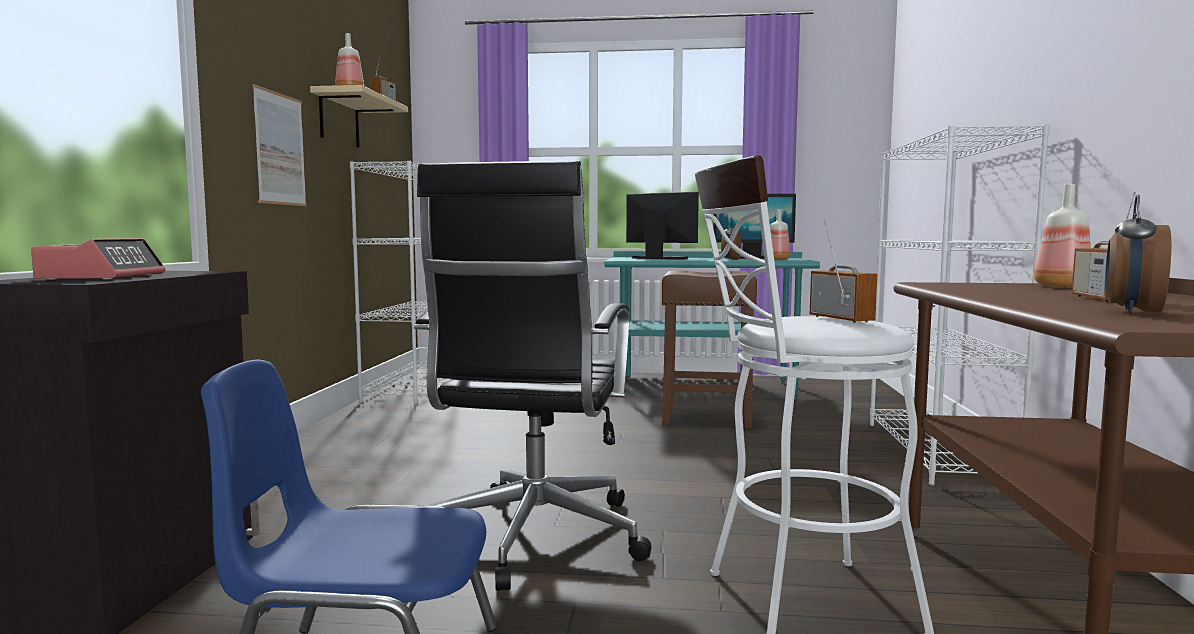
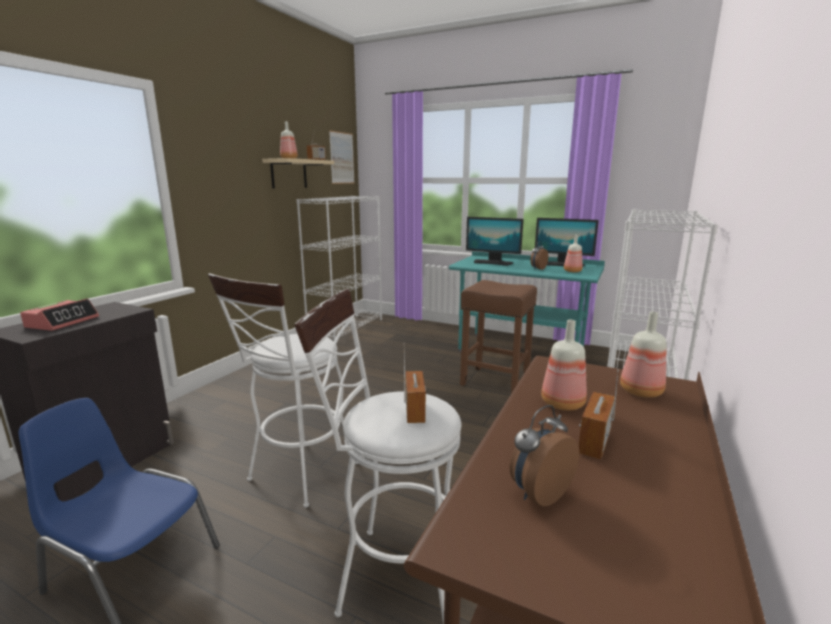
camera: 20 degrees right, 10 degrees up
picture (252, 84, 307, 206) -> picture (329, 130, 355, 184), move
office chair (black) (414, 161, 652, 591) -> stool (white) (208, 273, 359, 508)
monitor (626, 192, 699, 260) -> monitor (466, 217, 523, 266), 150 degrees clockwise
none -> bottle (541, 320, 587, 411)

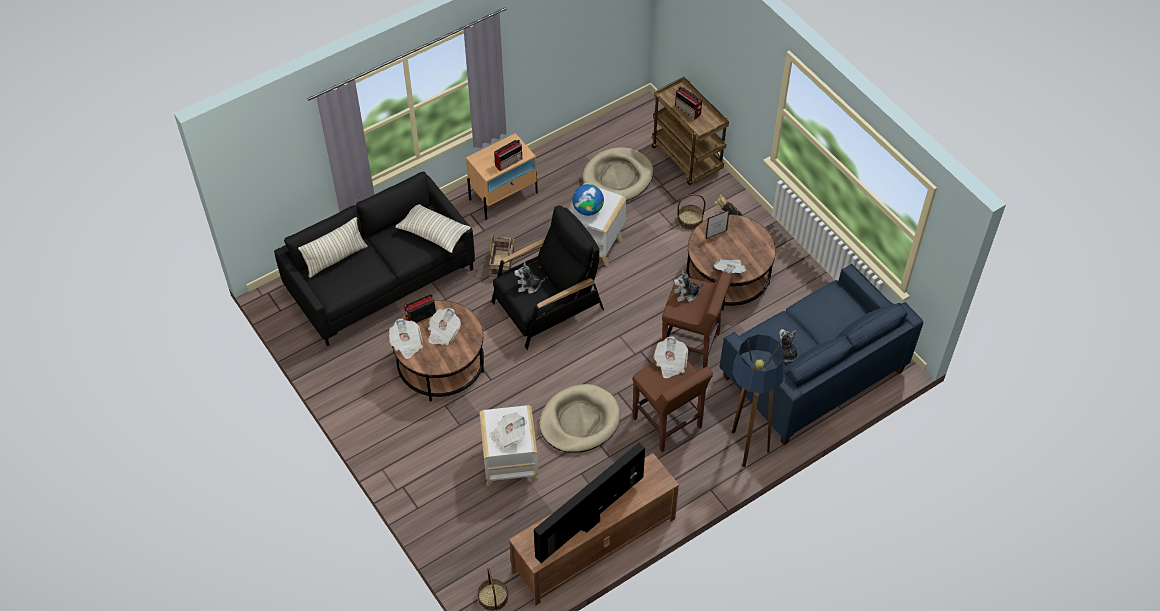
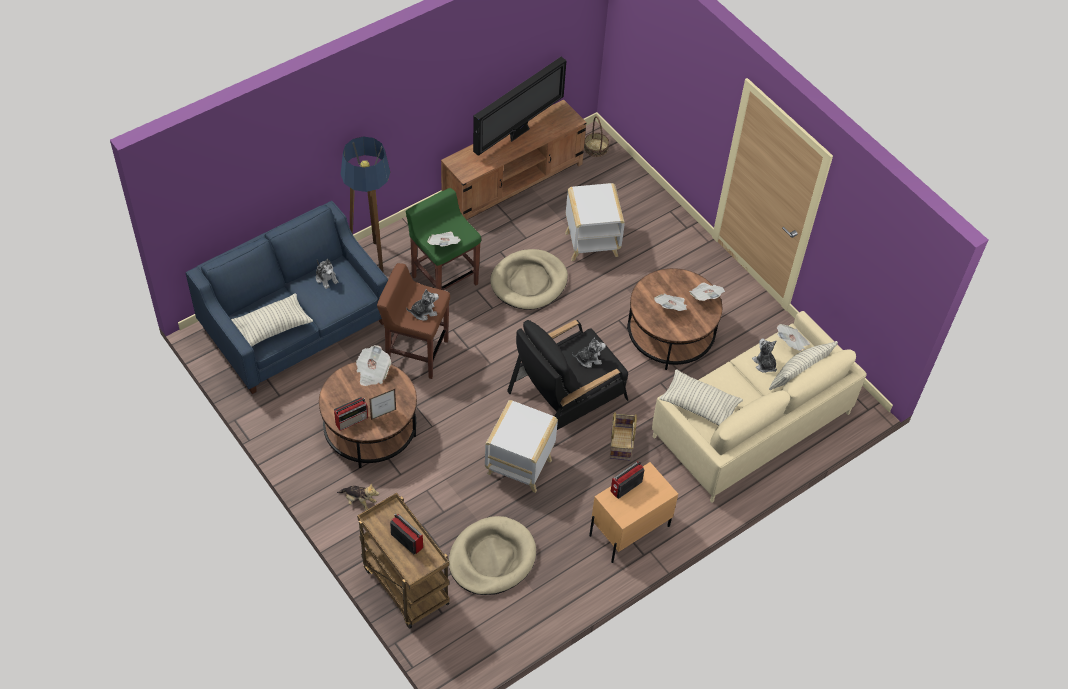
camera: 175 degrees right, 0 degrees up
sofa (black) (274, 172, 475, 346) -> sofa (beige) (652, 311, 867, 503)
radio (404, 293, 436, 323) -> radio (334, 397, 368, 431), move
newspaper (489, 412, 527, 449) -> newspaper (777, 324, 810, 351), move
globe (572, 184, 604, 216) -> none
stool (brown) (633, 360, 713, 452) -> stool (green) (406, 188, 481, 290)
basket (678, 194, 705, 230) -> none
none -> pillow (231, 293, 313, 347)
none -> plush toy (752, 338, 777, 373)

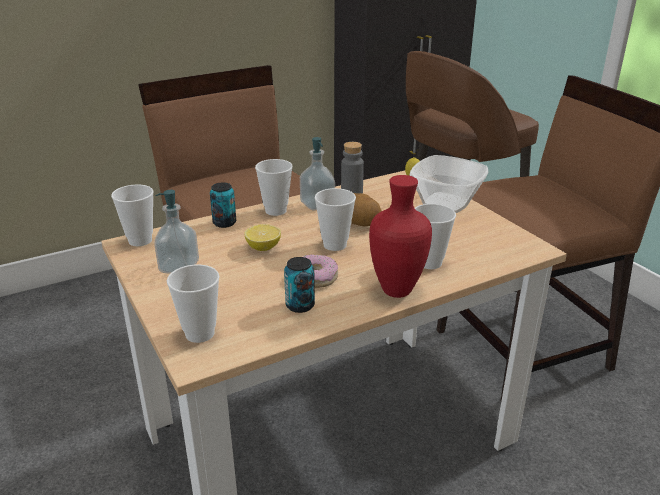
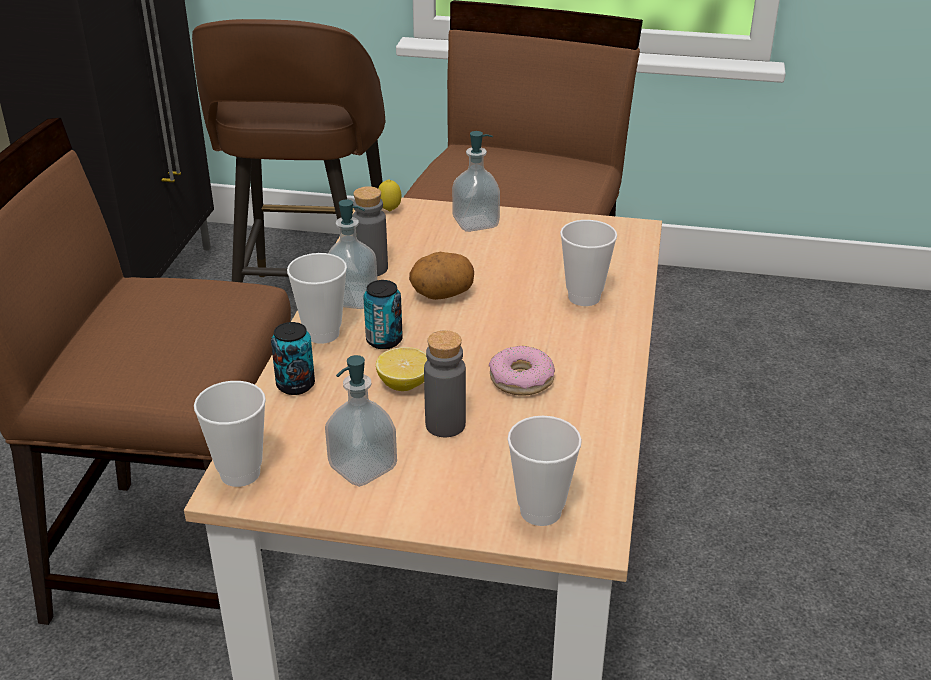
camera: 50 degrees left, 5 degrees up
can (284, 257, 315, 313) -> can (363, 280, 403, 349), move
cup (315, 188, 356, 251) -> none
vase (red) (369, 175, 432, 298) -> none
bowl (410, 155, 488, 213) -> soap dispenser (452, 131, 500, 232)
none -> bottle (grey) (424, 330, 466, 437)

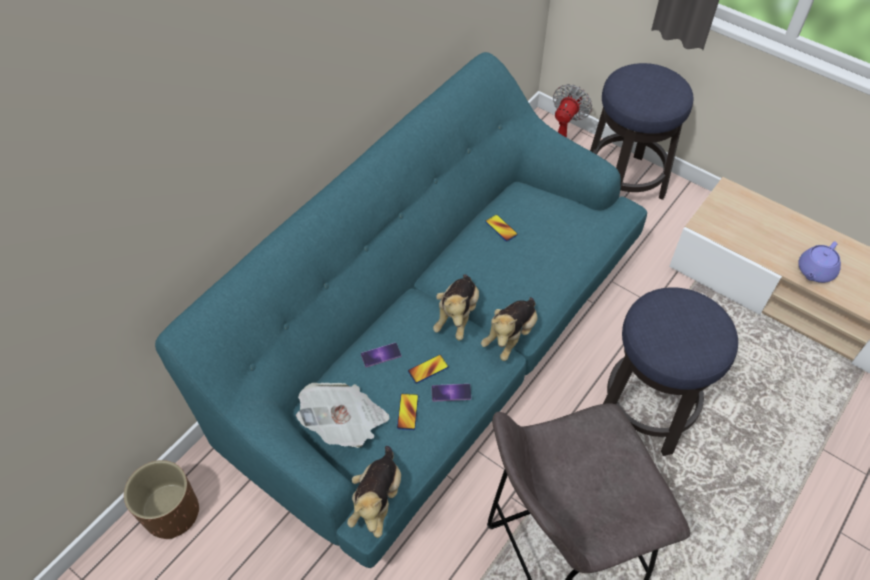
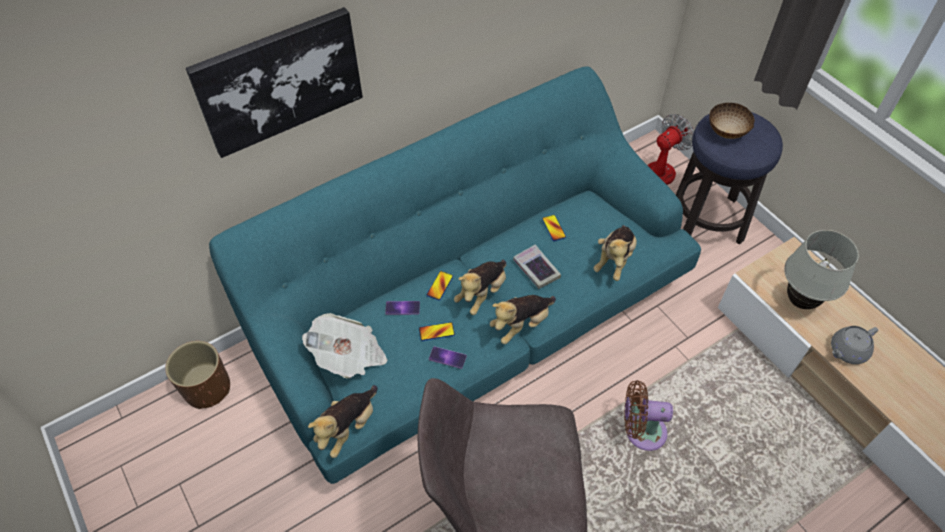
camera: 20 degrees right, 0 degrees up
phone (397, 393, 419, 430) -> phone (427, 271, 453, 300), move
stool (603, 287, 738, 456) -> fan (brown) (624, 380, 673, 451)
teapot (purple) (798, 241, 841, 283) -> teapot (grey) (831, 326, 878, 364)
none -> picture (186, 7, 363, 158)
none -> book (513, 245, 561, 289)
none -> plush toy (594, 225, 637, 281)
none -> bowl (709, 103, 755, 139)
none -> table lamp (white) (784, 230, 859, 309)

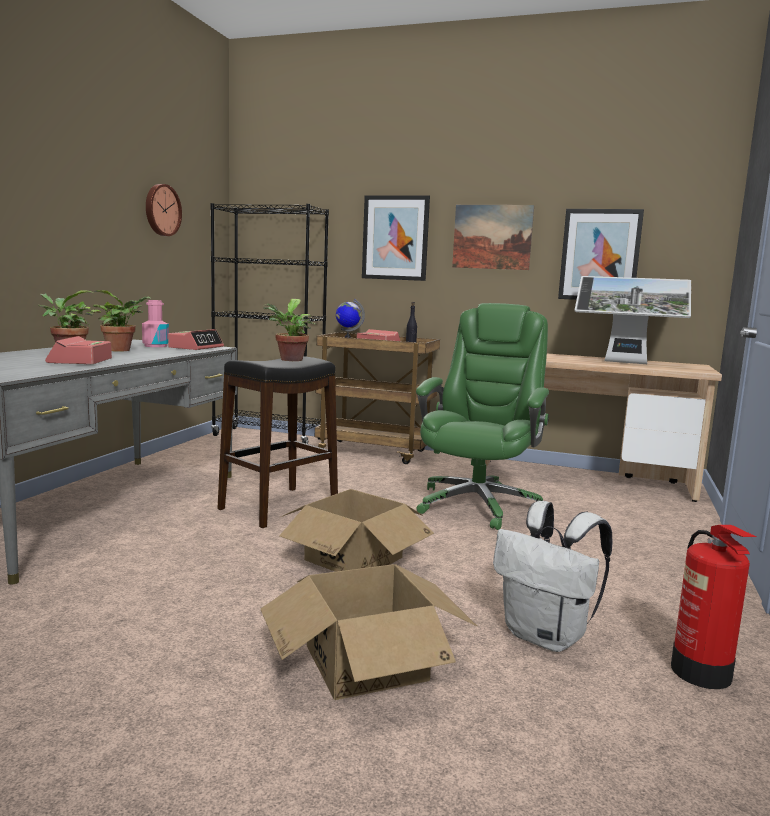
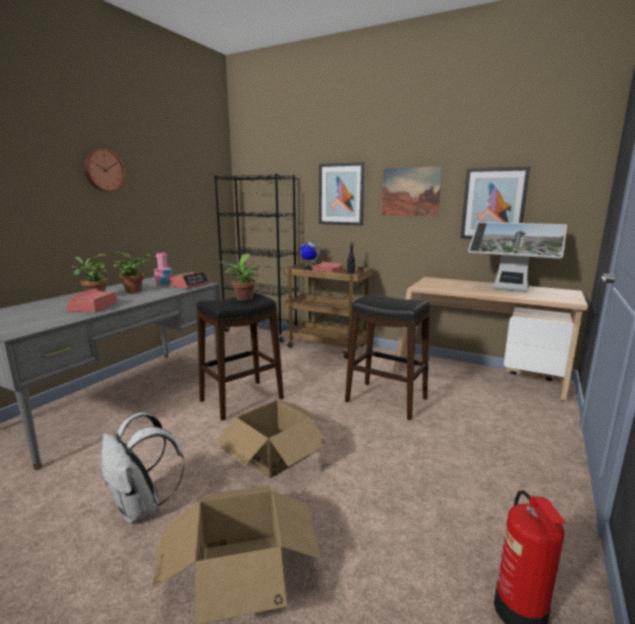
camera: 10 degrees right, 5 degrees up
wall clock (146, 184, 182, 236) -> wall clock (84, 148, 125, 192), move
office chair (green) (416, 303, 549, 530) -> stool (black) (345, 293, 430, 420)
backpack (white) (493, 501, 613, 652) -> backpack (white) (101, 412, 184, 524), move

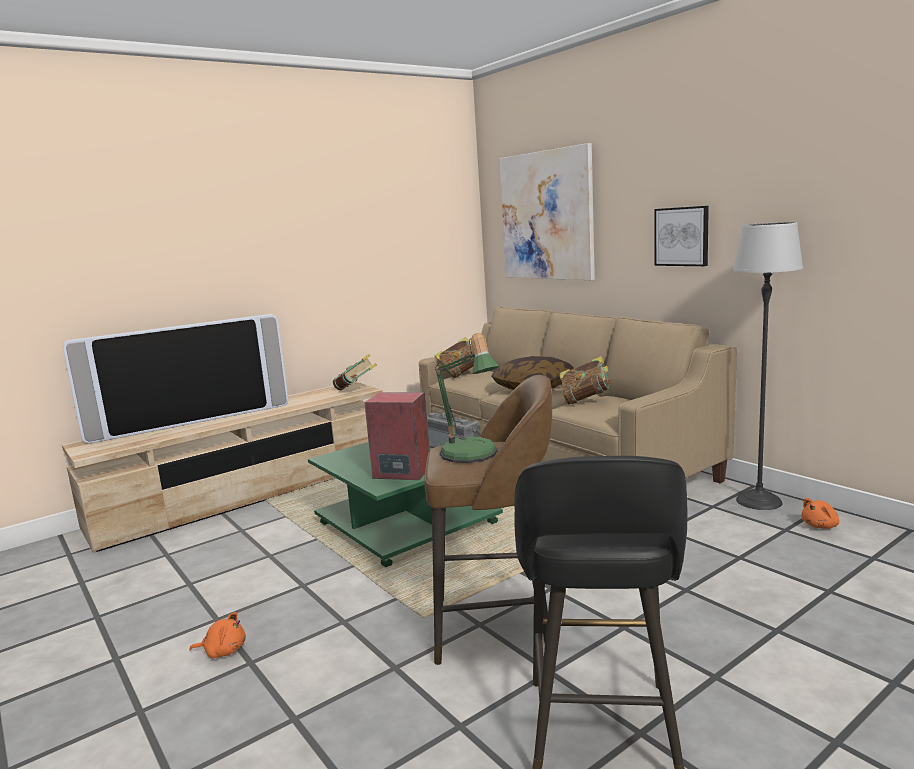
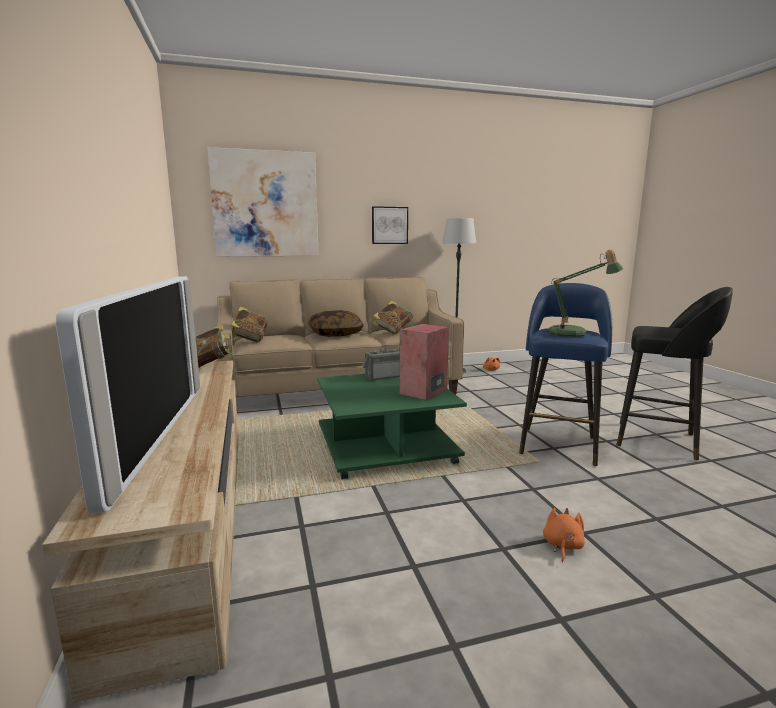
camera: 70 degrees left, 0 degrees up
stool (brown) (425, 375, 552, 665) -> stool (blue) (519, 283, 612, 466)

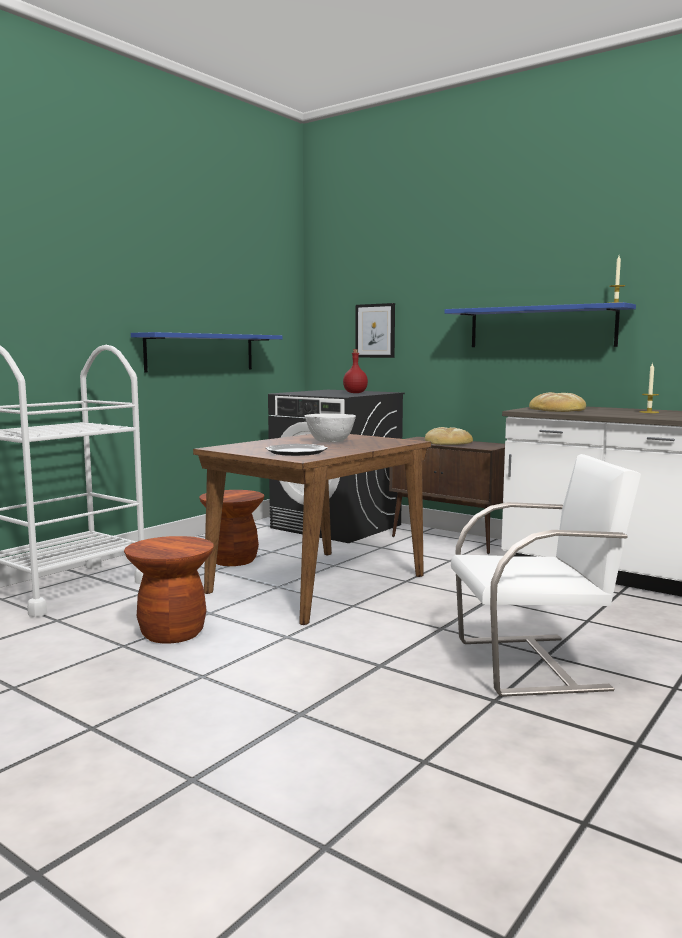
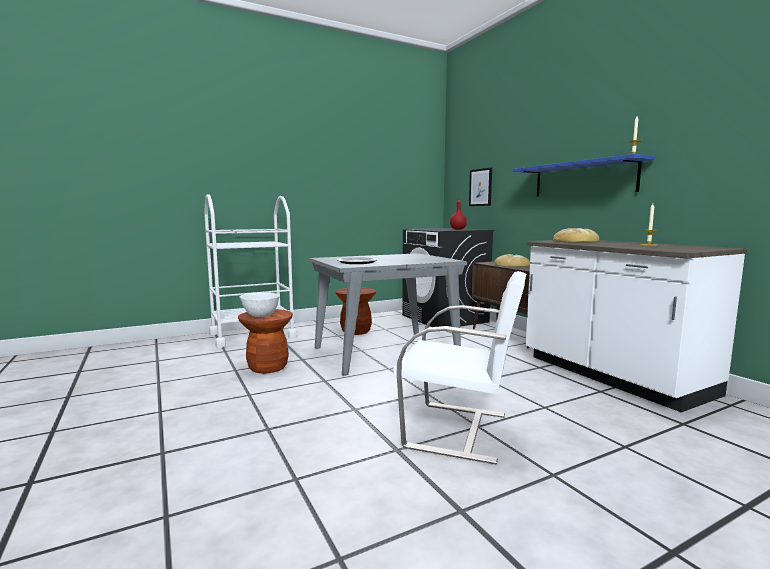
camera: 25 degrees right, 0 degrees up
shelf (blue) (131, 332, 282, 373) -> none
dining table (brown) (193, 434, 431, 625) -> dining table (grey) (309, 253, 467, 376)
bowl (white) (305, 414, 356, 443) -> bowl (white) (239, 293, 280, 317), move

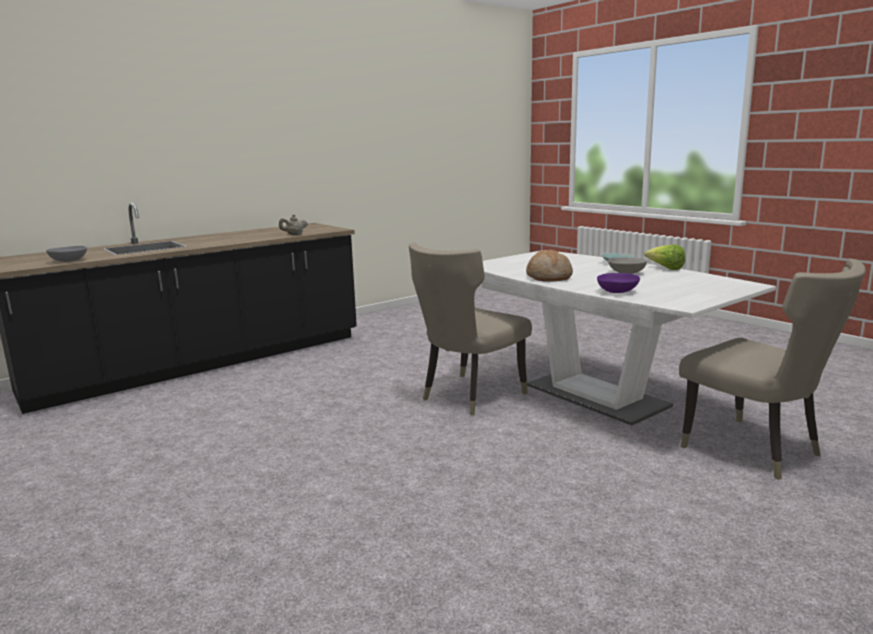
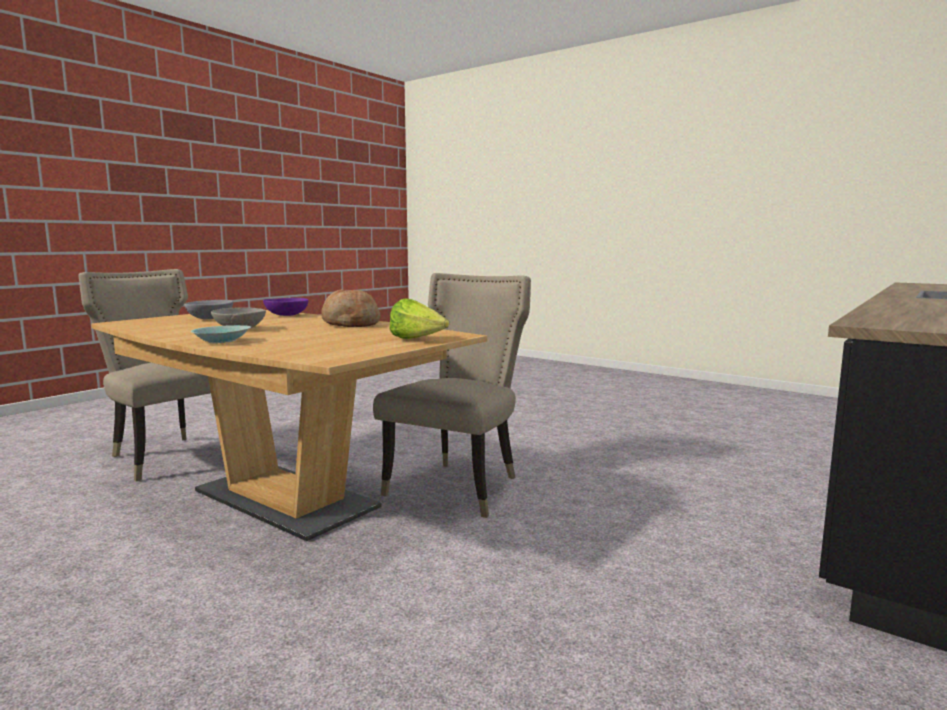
camera: 165 degrees right, 5 degrees down
bowl (grey) (46, 246, 87, 262) -> bowl (grey) (184, 300, 233, 319), move
teapot (beige) (279, 214, 308, 235) -> none
dining table (white) (482, 250, 776, 425) -> dining table (brown) (91, 310, 487, 541)
lettuce (644, 244, 685, 270) -> lettuce (389, 298, 449, 339), move

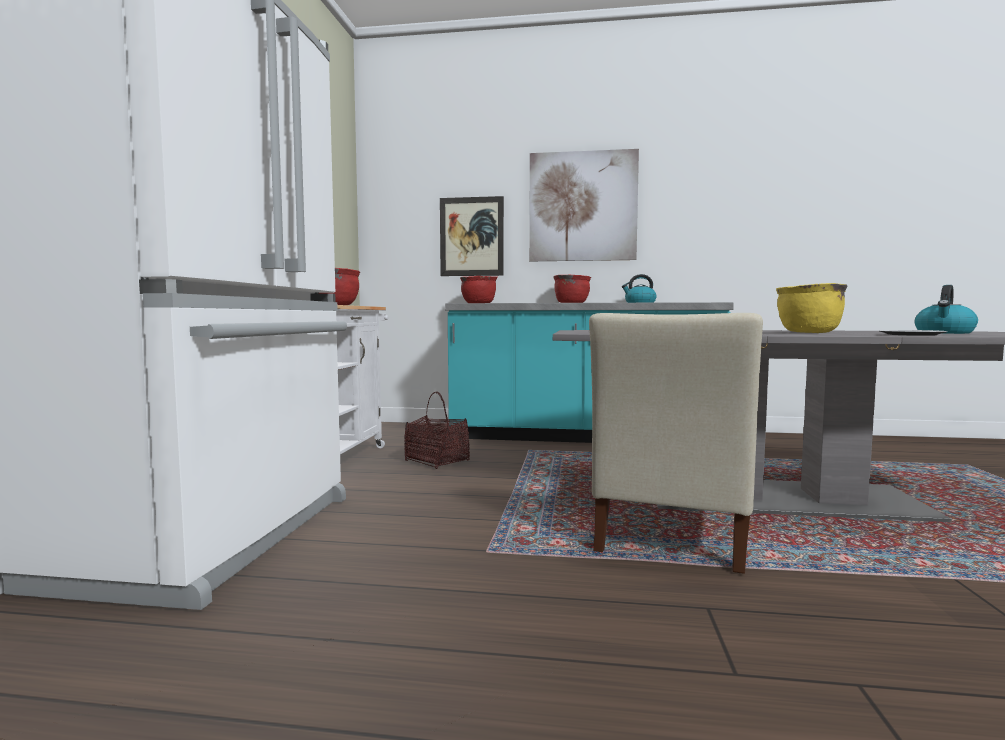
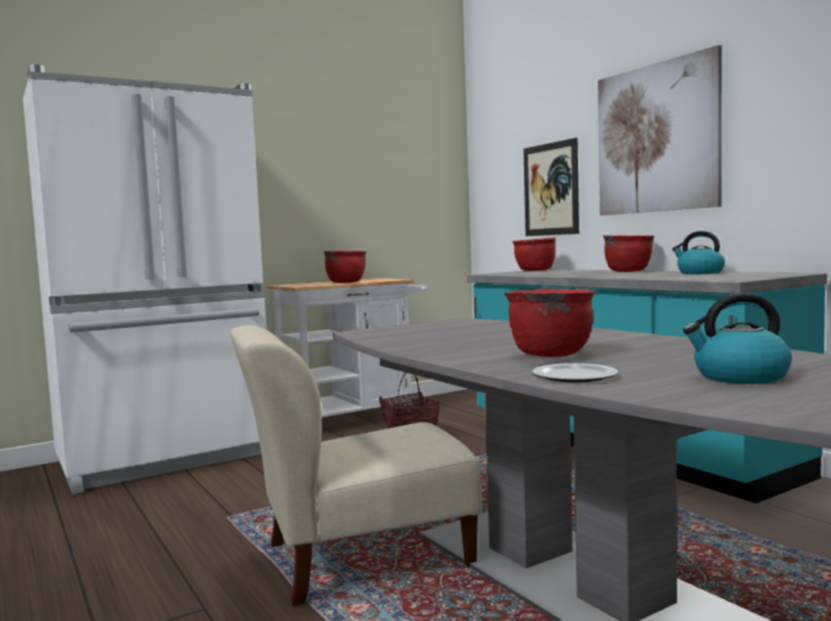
camera: 50 degrees right, 0 degrees up
cooking pot (yellow) (776, 283, 847, 333) -> cooking pot (red) (504, 289, 595, 357)

